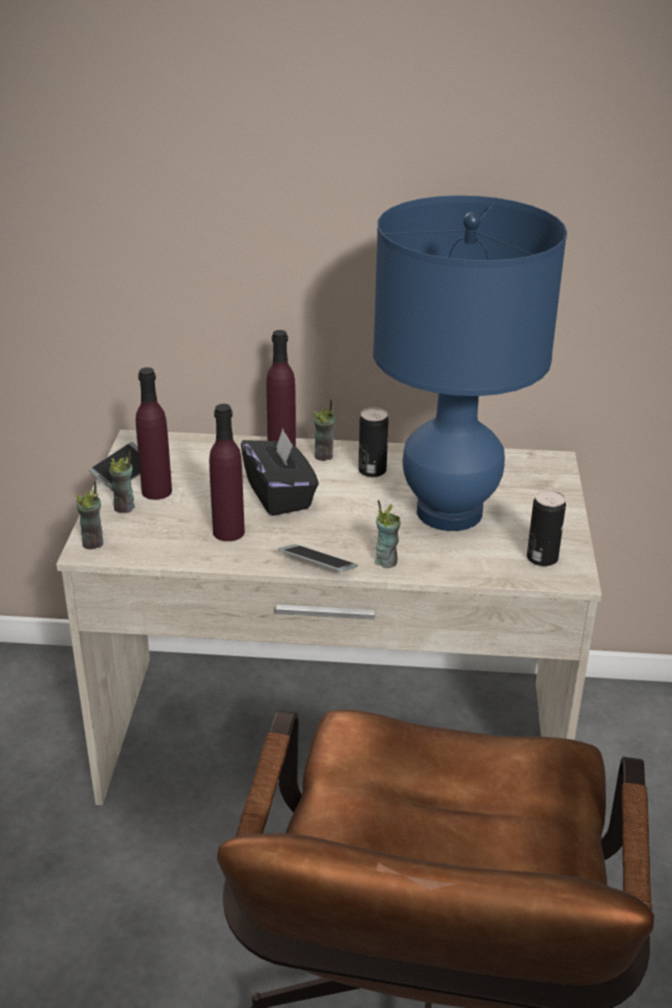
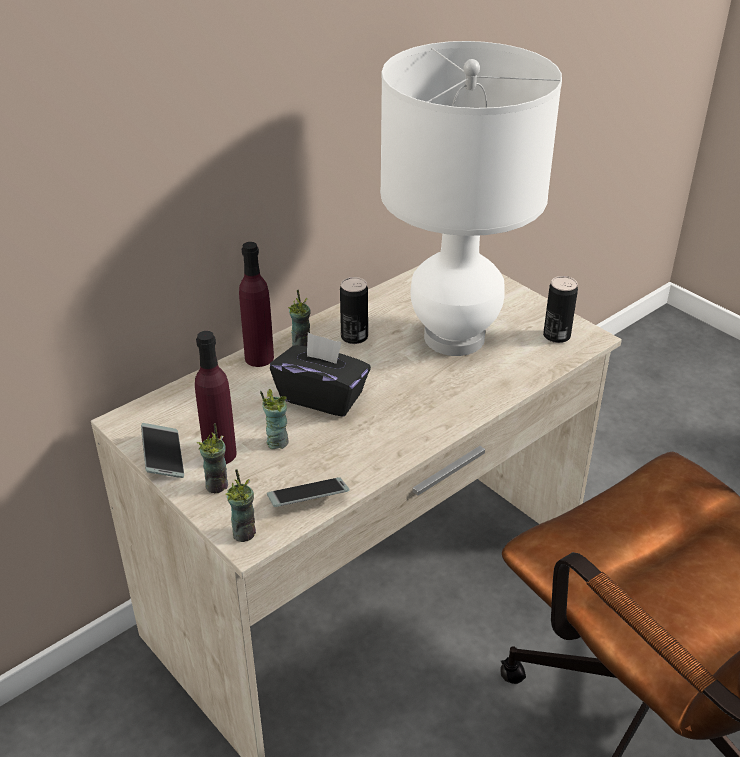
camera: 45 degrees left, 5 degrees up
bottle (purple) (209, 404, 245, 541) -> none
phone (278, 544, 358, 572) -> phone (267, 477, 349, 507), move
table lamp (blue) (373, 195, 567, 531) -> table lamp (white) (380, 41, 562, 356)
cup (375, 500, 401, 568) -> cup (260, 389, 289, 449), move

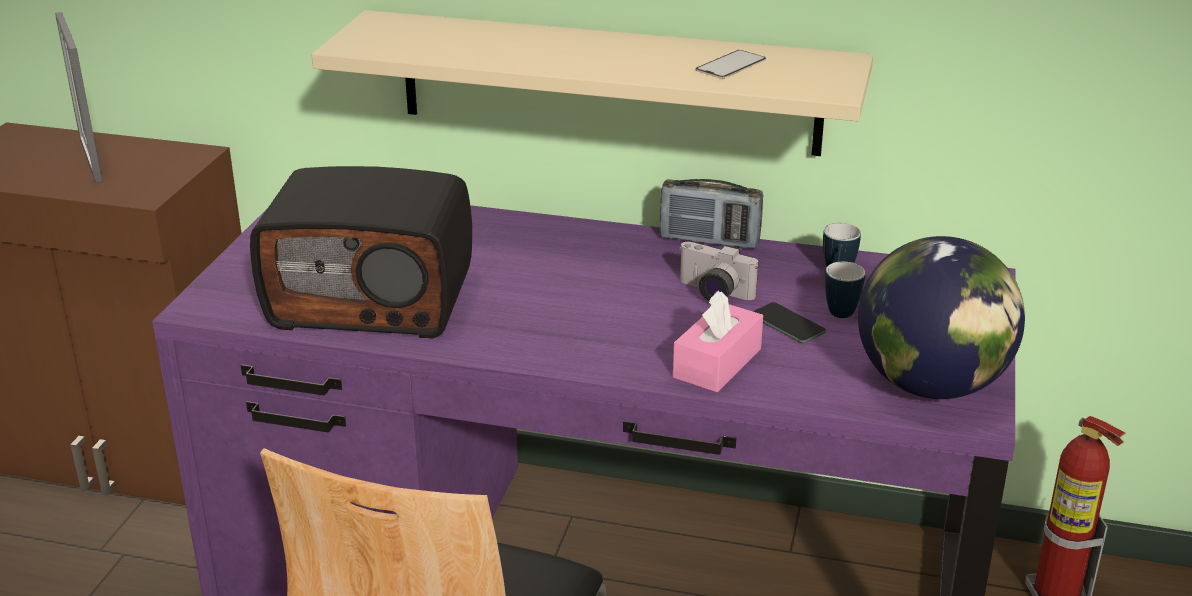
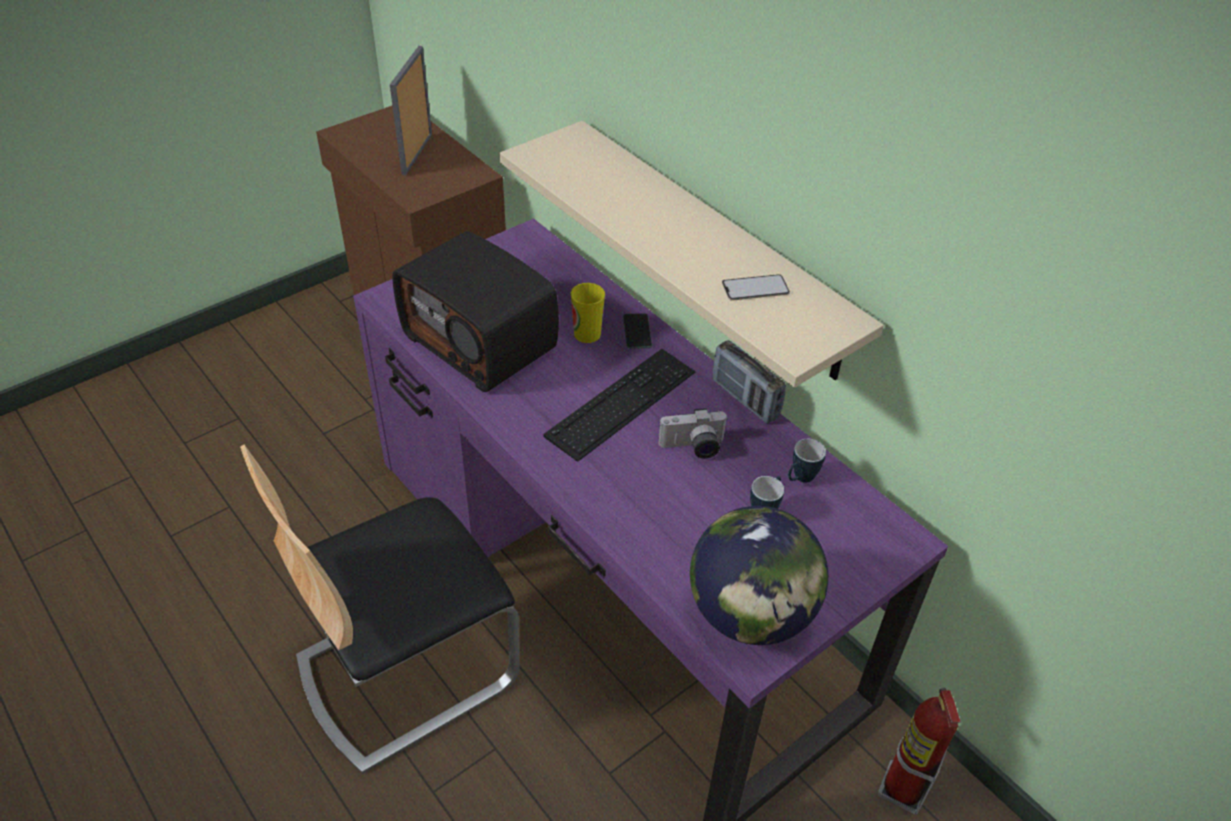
camera: 35 degrees right, 15 degrees up
tissue box (pink) (673, 290, 763, 392) -> none
photo camera (679, 242, 758, 301) -> photo camera (658, 408, 728, 459), 75 degrees counterclockwise
phone (753, 302, 826, 343) -> phone (623, 313, 652, 349), move
none -> keyboard (543, 349, 696, 462)
none -> cup (571, 283, 605, 343)

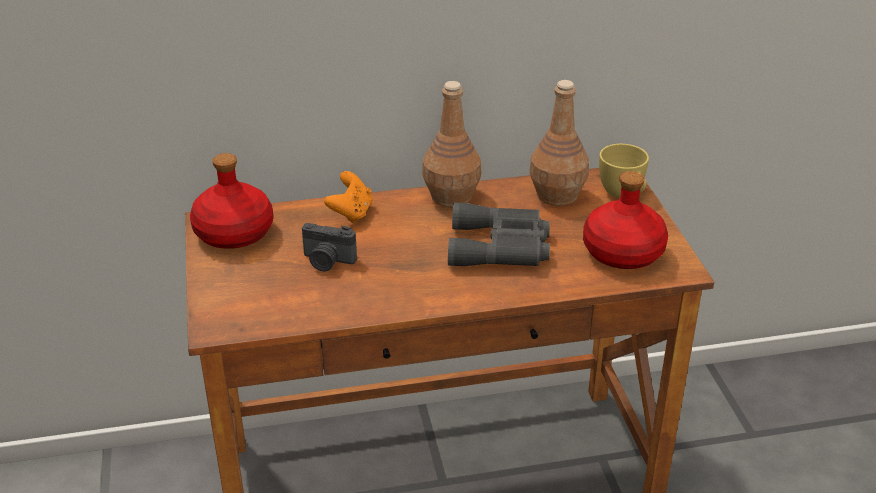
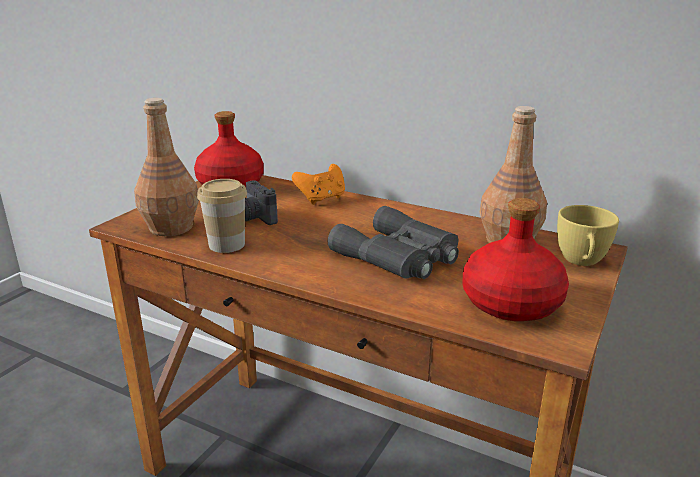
camera: 40 degrees right, 10 degrees down
bottle (brown) (422, 81, 481, 207) -> bottle (brown) (134, 98, 199, 236), move
none -> cup (197, 179, 247, 253)

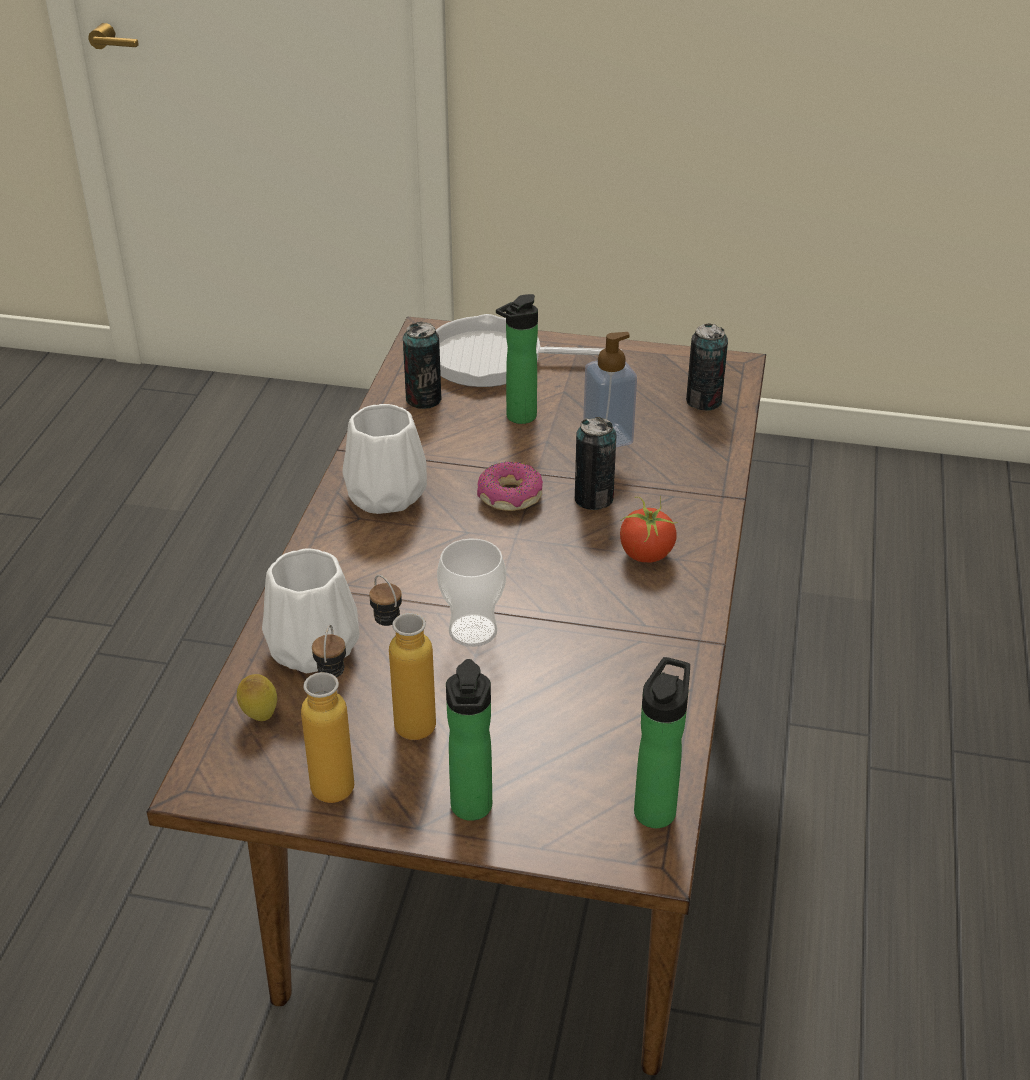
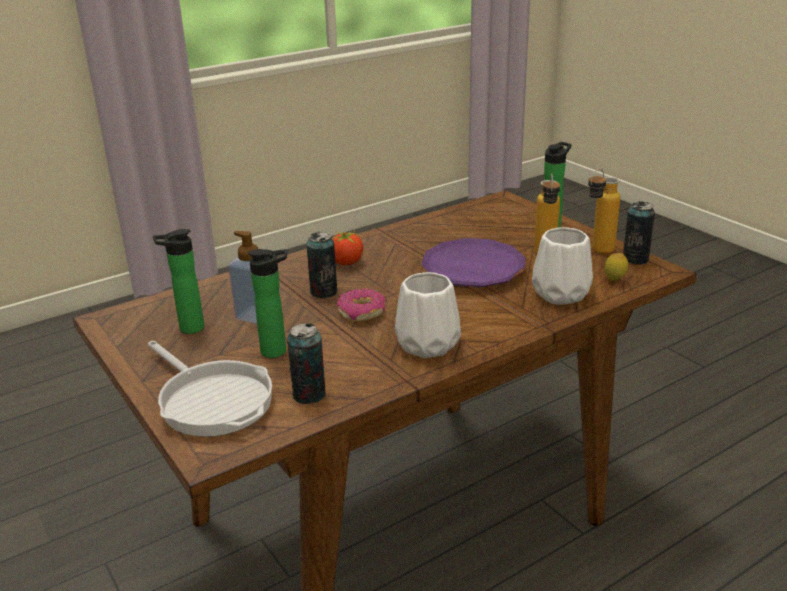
camera: 135 degrees left, 10 degrees down
cup (437, 538, 506, 647) -> plate (purple) (421, 238, 526, 287)
bottle (634, 657, 690, 828) -> bottle (153, 229, 204, 334), move
can (686, 323, 728, 411) -> can (623, 201, 655, 265), move

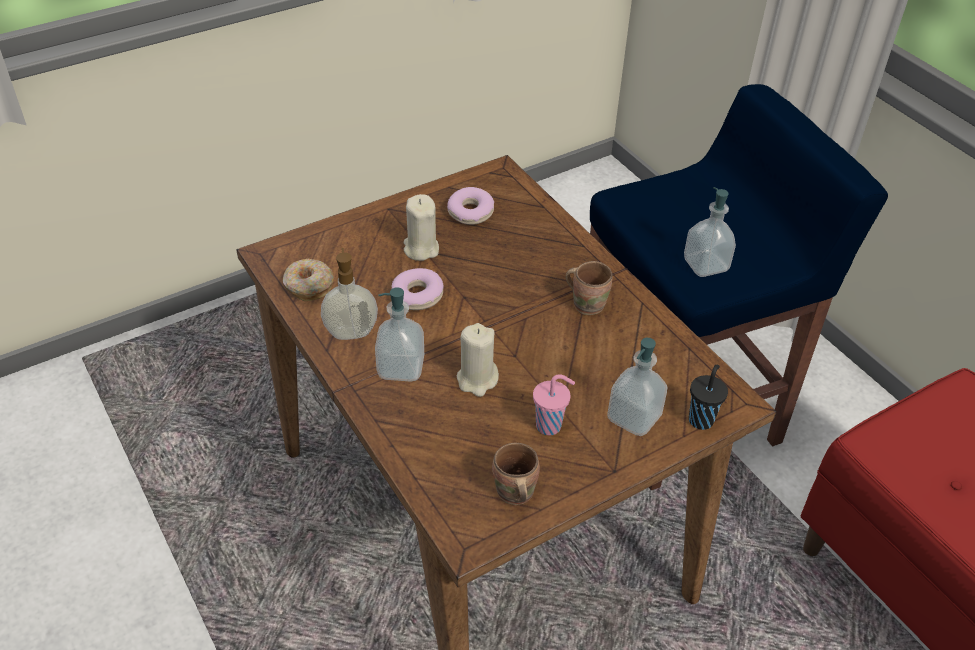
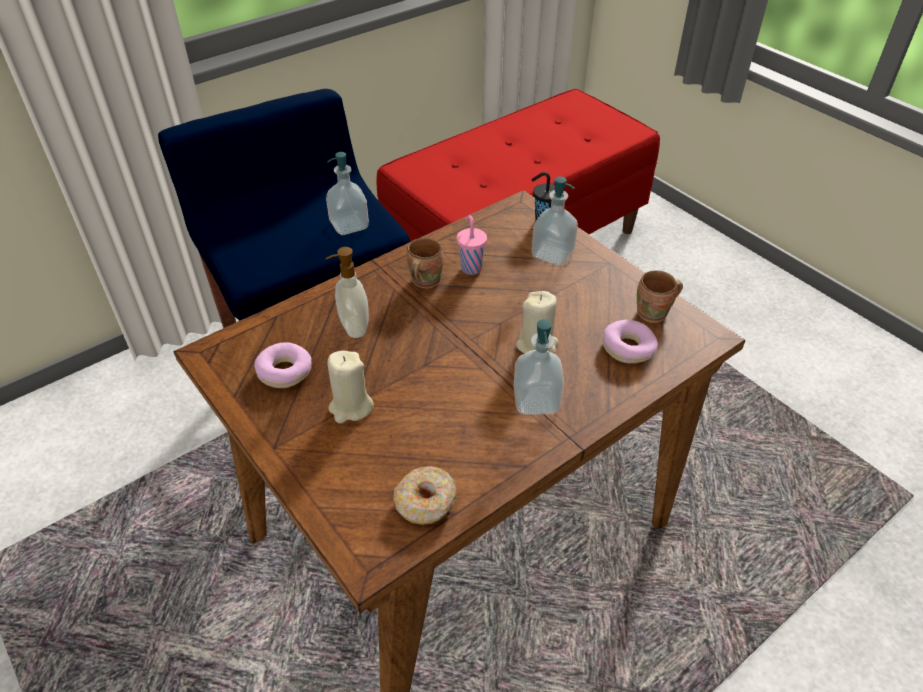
camera: 95 degrees left, 0 degrees up
soap dispenser (321, 248, 378, 340) -> soap dispenser (326, 247, 369, 338), move
donut (392, 268, 444, 310) -> donut (603, 320, 658, 363), move
cup (pink) (533, 374, 575, 435) -> cup (pink) (457, 215, 487, 275), move

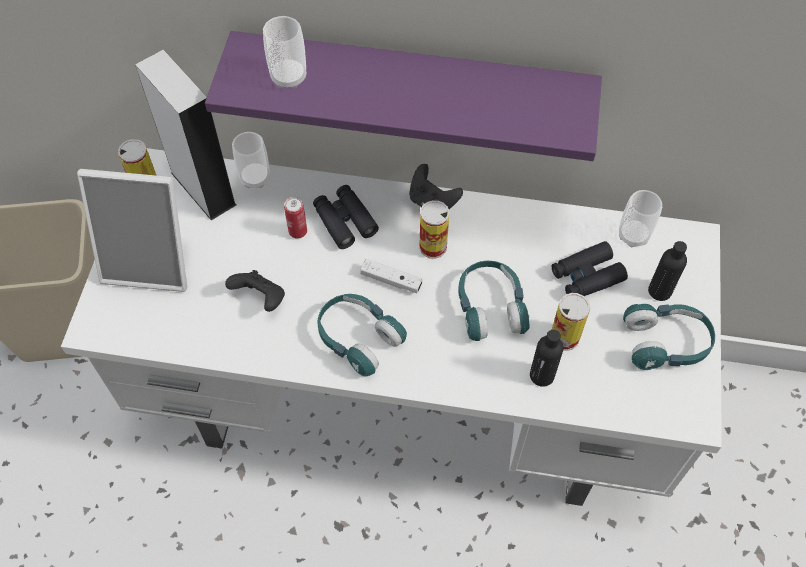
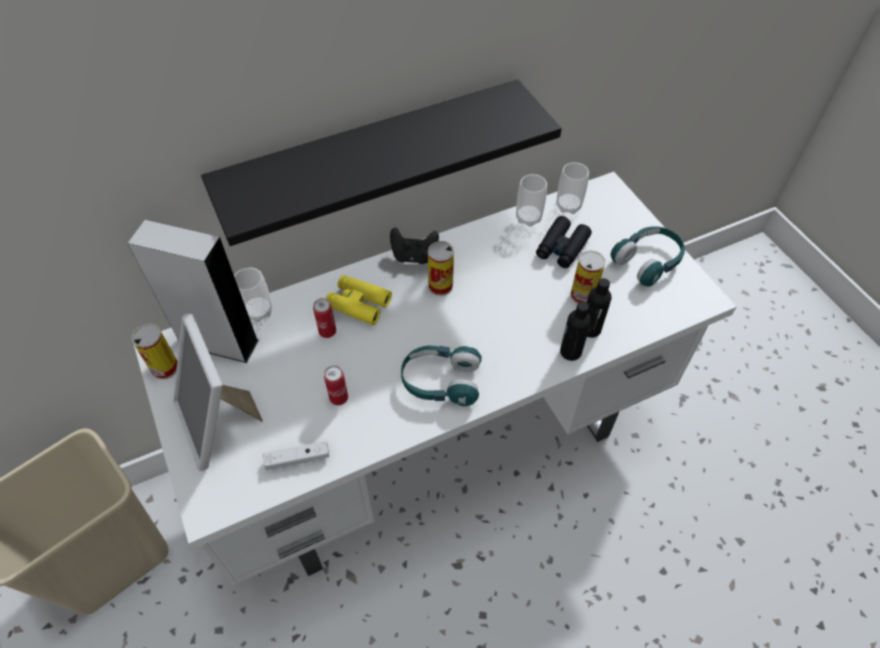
camera: 35 degrees left, 5 degrees down
picture frame (77, 169, 187, 292) -> picture frame (173, 314, 263, 471), 90 degrees clockwise
shelf (purple) (205, 31, 602, 161) -> shelf (black) (201, 79, 562, 246)
game controller (black) (225, 270, 285, 312) -> can (324, 365, 348, 405)
cup (263, 16, 306, 88) -> cup (516, 174, 547, 227), move
binoculars (black) (313, 185, 379, 249) -> binoculars (yellow) (326, 275, 392, 325)
game controller (white) (360, 259, 422, 294) -> game controller (white) (263, 441, 329, 470), move
headphones (turquoise) (458, 261, 529, 341) -> none
bottle (black) (648, 241, 687, 301) -> bottle (black) (560, 302, 591, 361), move

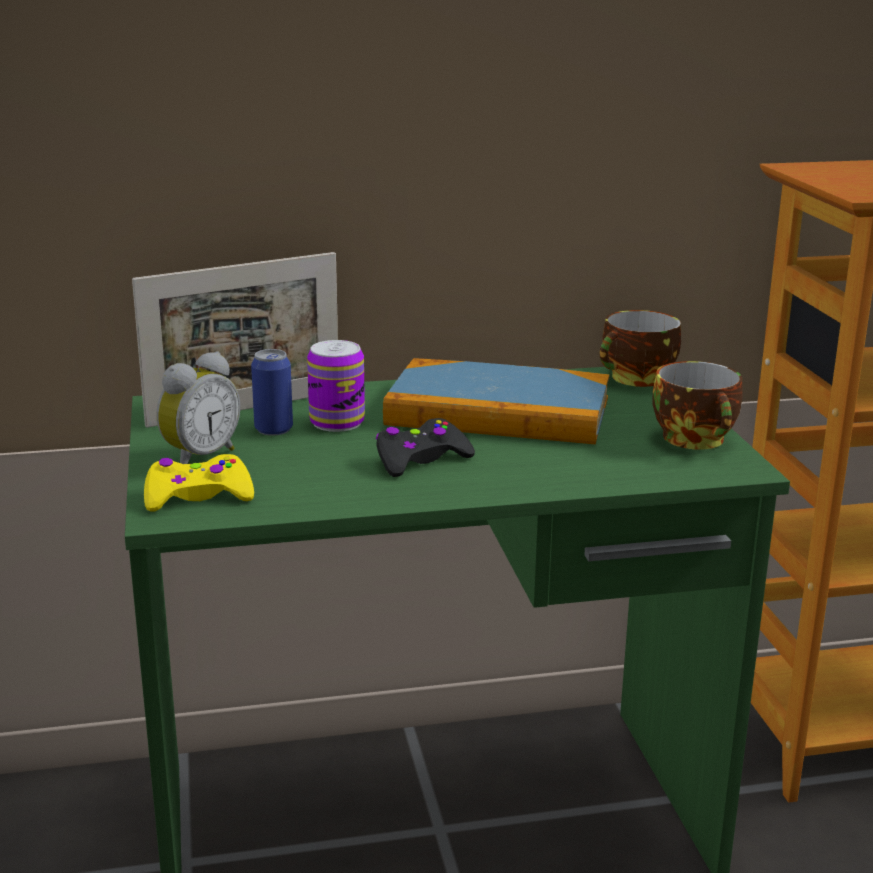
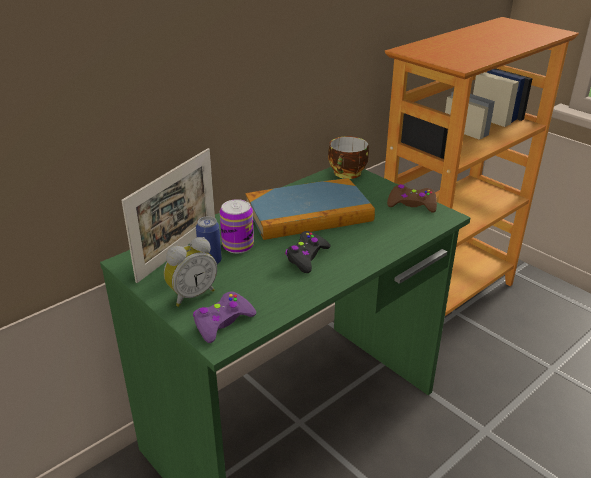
camera: 30 degrees left, 10 degrees up
game controller (yellow) (144, 454, 254, 512) -> game controller (purple) (193, 291, 256, 343)
alarm clock (156, 351, 240, 464) -> alarm clock (164, 237, 217, 307), 45 degrees clockwise
cup (652, 361, 742, 450) -> game controller (brown) (387, 184, 437, 212)

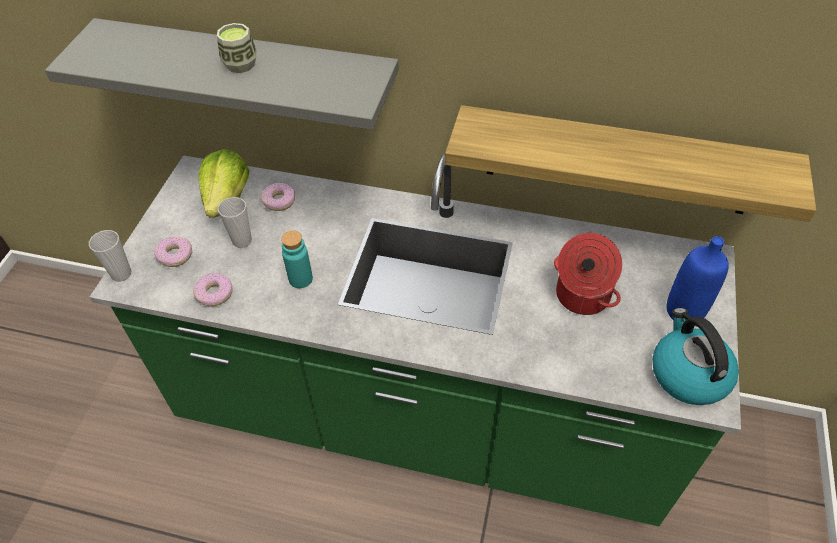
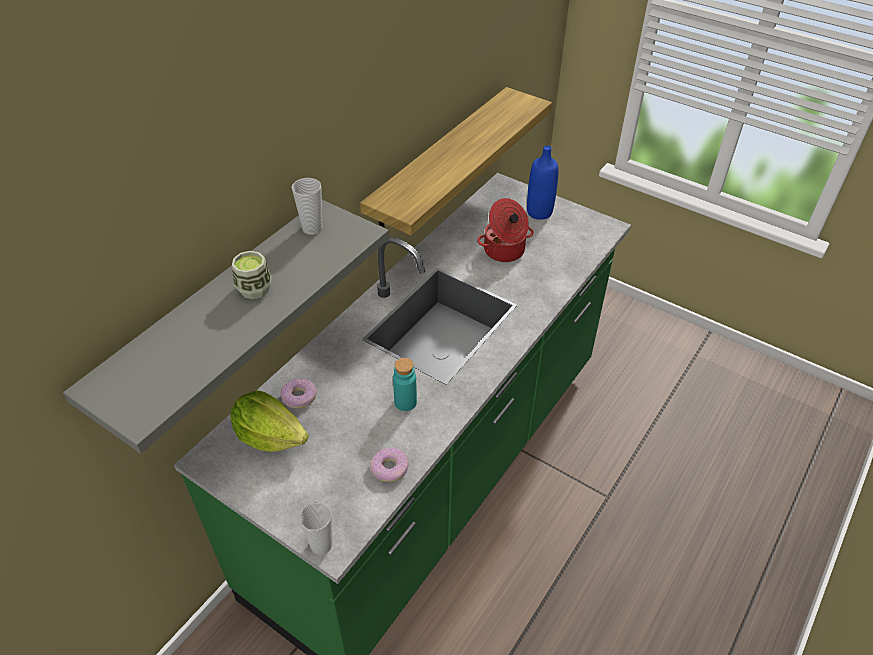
camera: 70 degrees left, 5 degrees down
donut (154, 236, 192, 267) -> none
cup (217, 197, 252, 248) -> cup (292, 178, 322, 235), move
kettle (652, 308, 739, 405) -> none

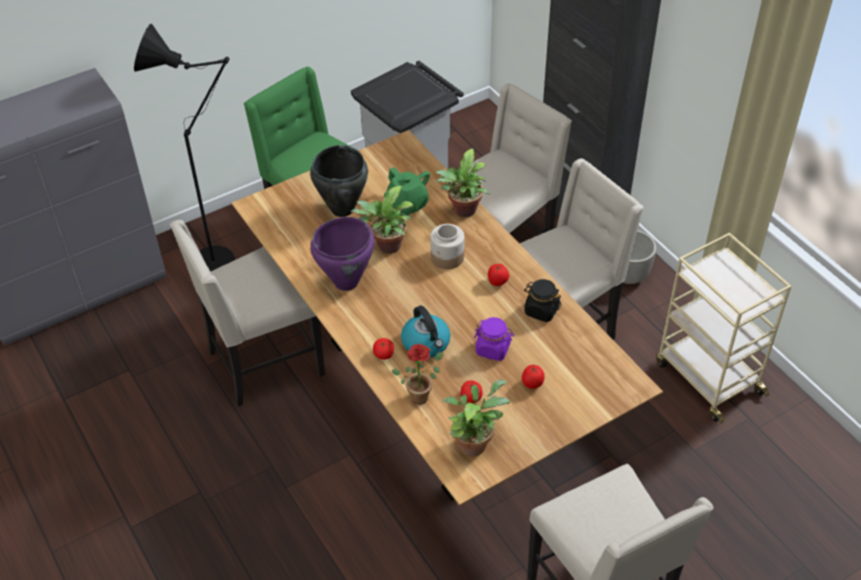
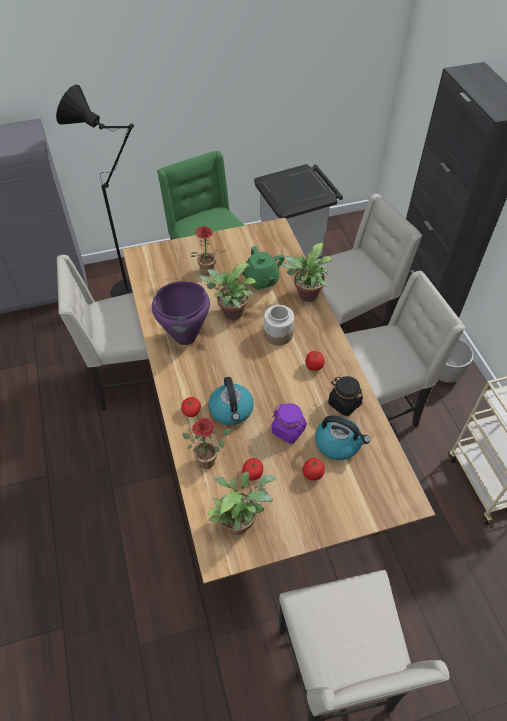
camera: 15 degrees right, 5 degrees up
cooking pot (black) (310, 145, 368, 217) -> potted plant (190, 226, 227, 276)
none -> kettle (315, 415, 370, 460)

